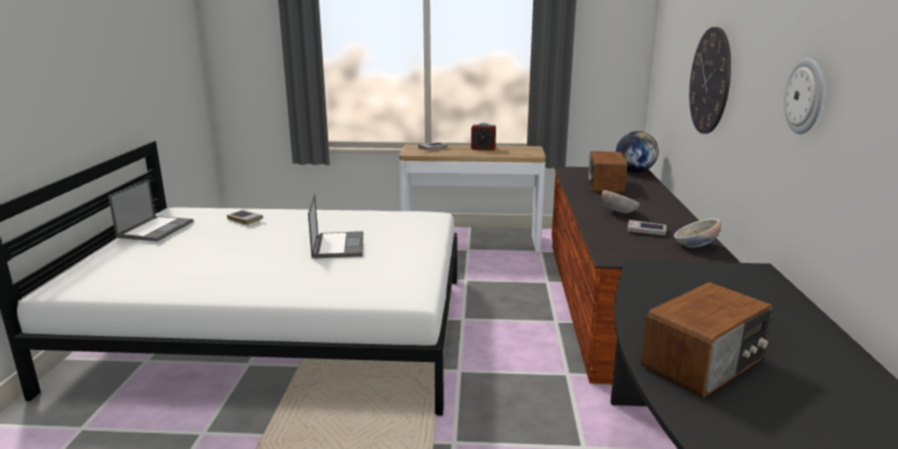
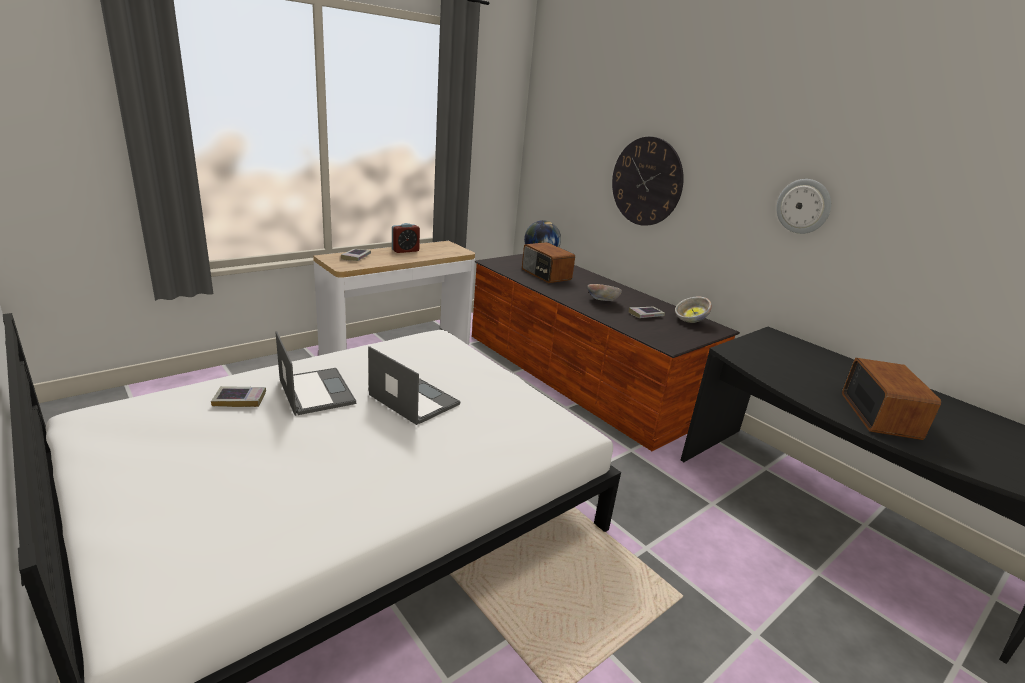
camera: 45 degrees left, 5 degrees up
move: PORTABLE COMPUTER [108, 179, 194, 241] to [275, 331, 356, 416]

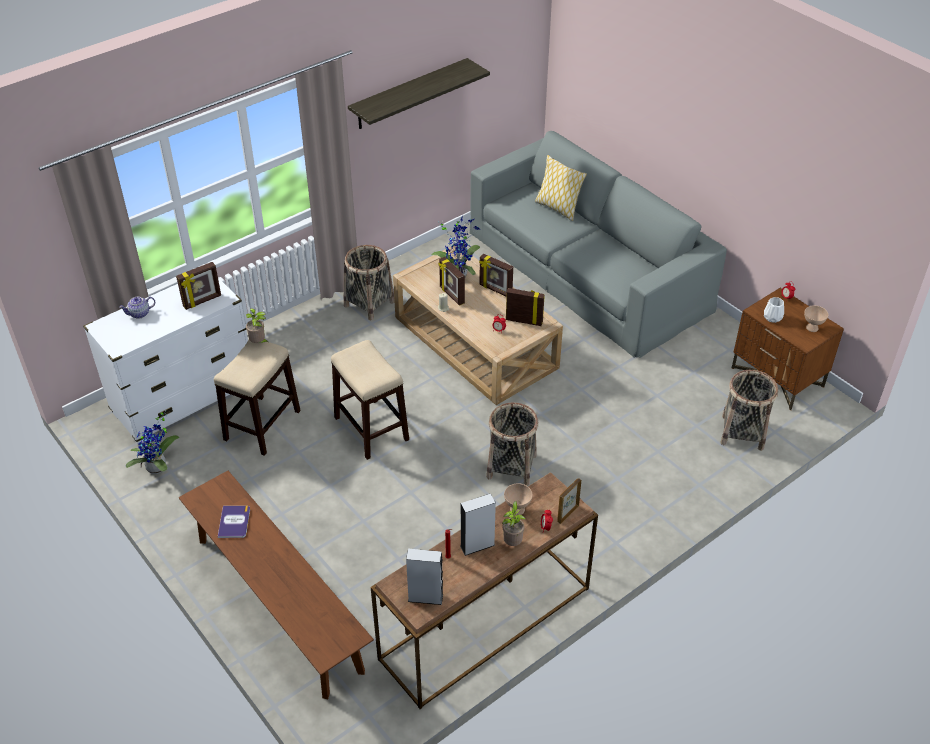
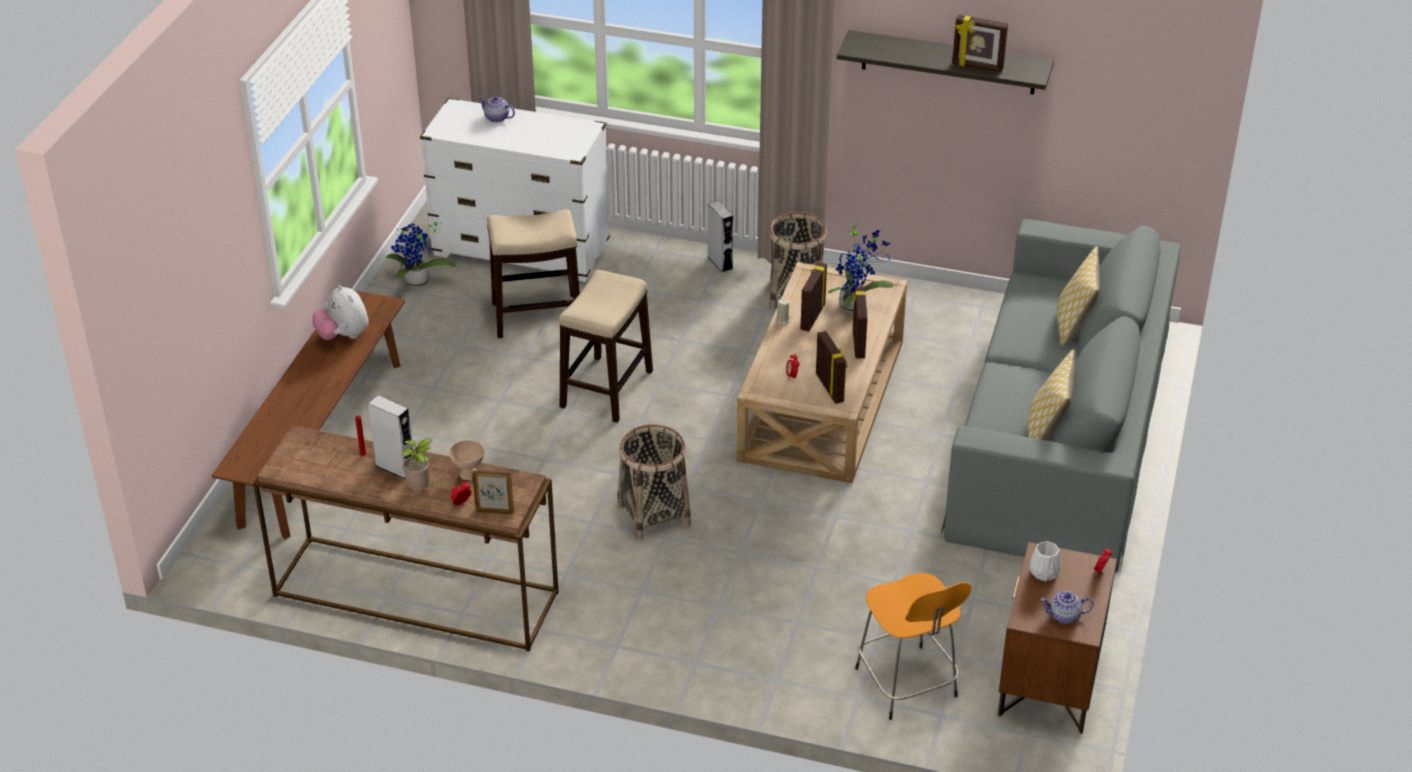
camera: 55 degrees right, 5 degrees down
delete: PLANT IN A POT [246, 308, 269, 343]
insert: PILLOW [1027, 350, 1075, 441]
move: PHOTO FRAME [176, 262, 221, 310] to [952, 15, 1008, 72]; GREY AUDIO SPEAKER [406, 549, 443, 605] to [707, 201, 733, 273]
replace: BEIGE DEEP DISH [804, 306, 828, 332] to TEA POT [1040, 591, 1094, 624]; STORAGE BASKET [720, 370, 778, 451] to ORANGE STOOL [855, 573, 972, 720]; BOOK [218, 506, 250, 538] to SOFT TOY [312, 285, 369, 340]

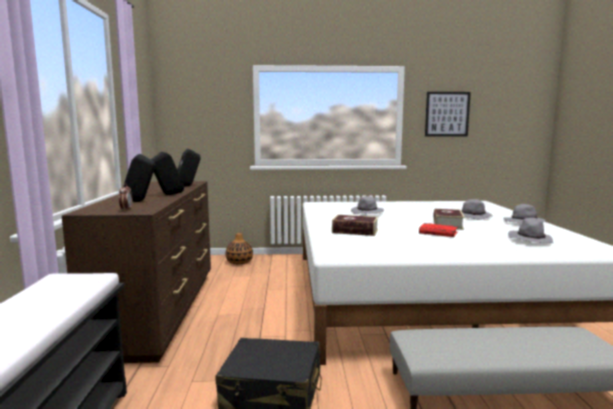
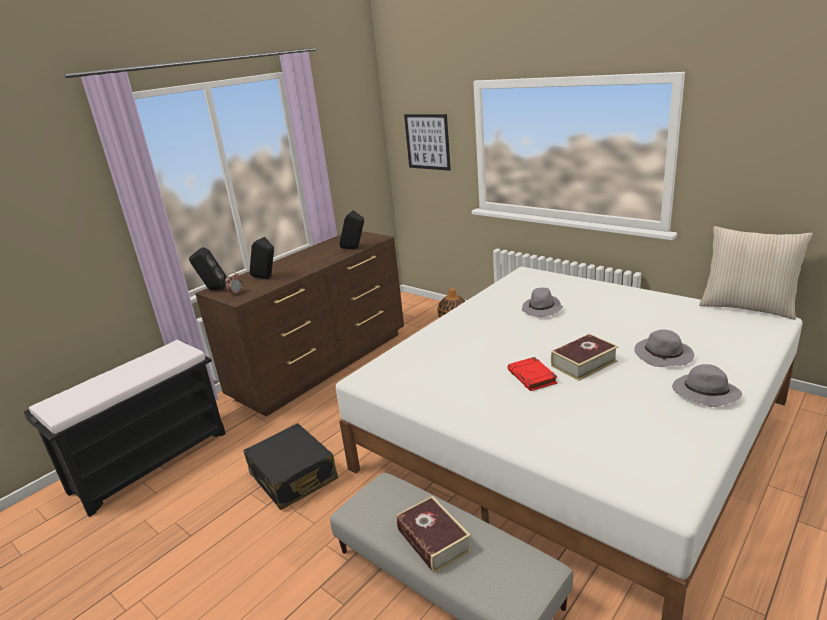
camera: 45 degrees right, 15 degrees up
delete: GREY CLOTHING HAT [508, 218, 553, 243]
insert: BEIGE PILLOW [699, 226, 813, 320]
move: PICTURE [425, 92, 471, 137] to [404, 114, 451, 171]; BLACK-COLOURED AUDIO SPEAKER [151, 152, 184, 195] to [189, 247, 227, 290]; BOOK [332, 215, 378, 236] to [396, 496, 472, 573]

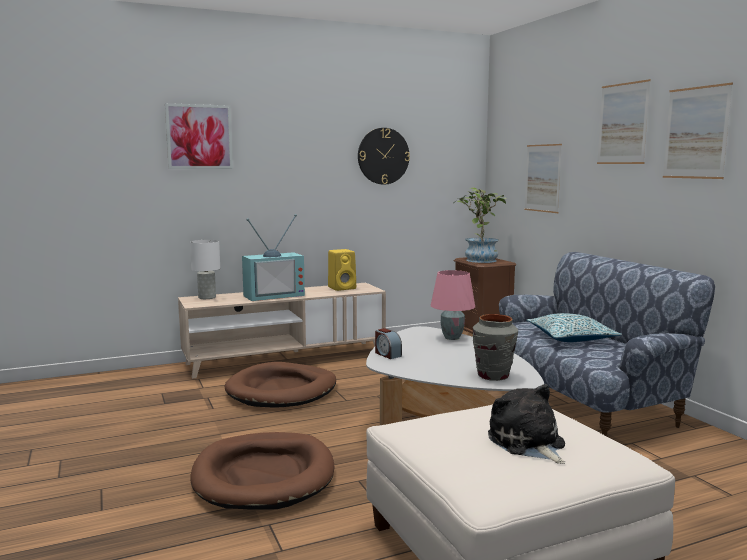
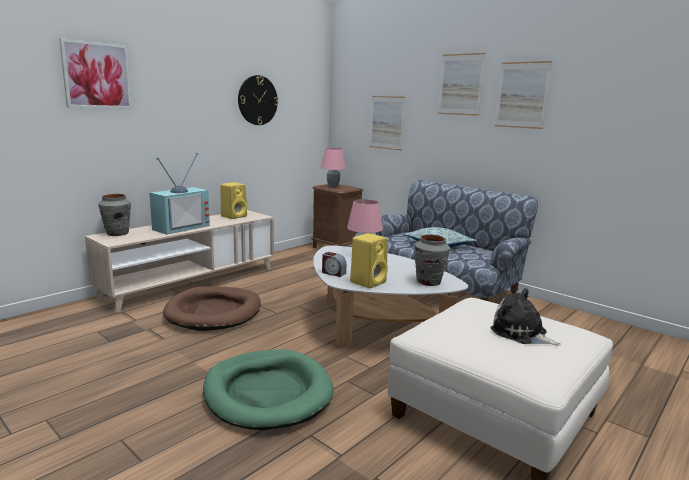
camera: 25 degrees left, 5 degrees up
insert: YELLOW AUDIO SPEAKER [350, 233, 388, 288]
replace: PLANT IN A POT [454, 187, 507, 263] to PINK TABLE LAMP [321, 148, 346, 187]; WHITISH TABLE LAMP [190, 240, 220, 299] to GREY DECORATIVE VASE [98, 194, 131, 236]
recolor: BROWNISH DOG CUSHION [190, 432, 334, 510] to GREENISH DOG CUSHION [203, 350, 334, 430]

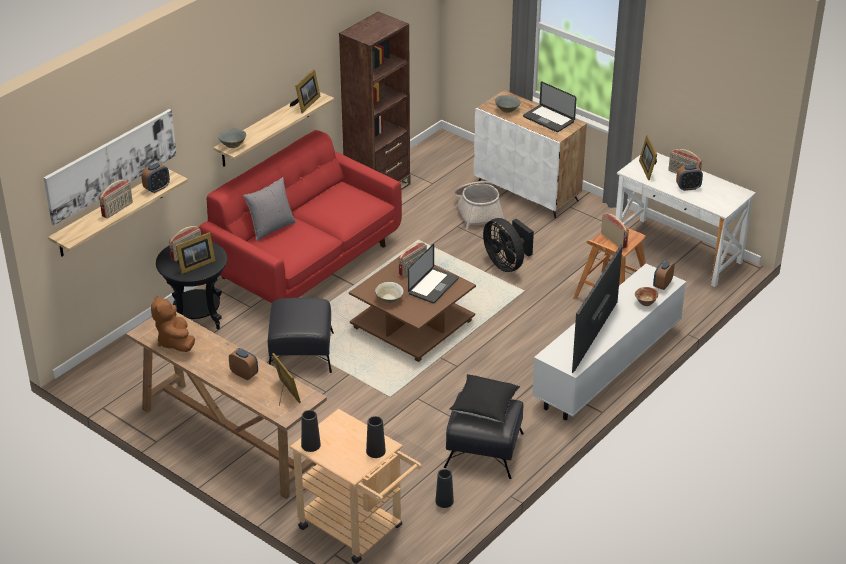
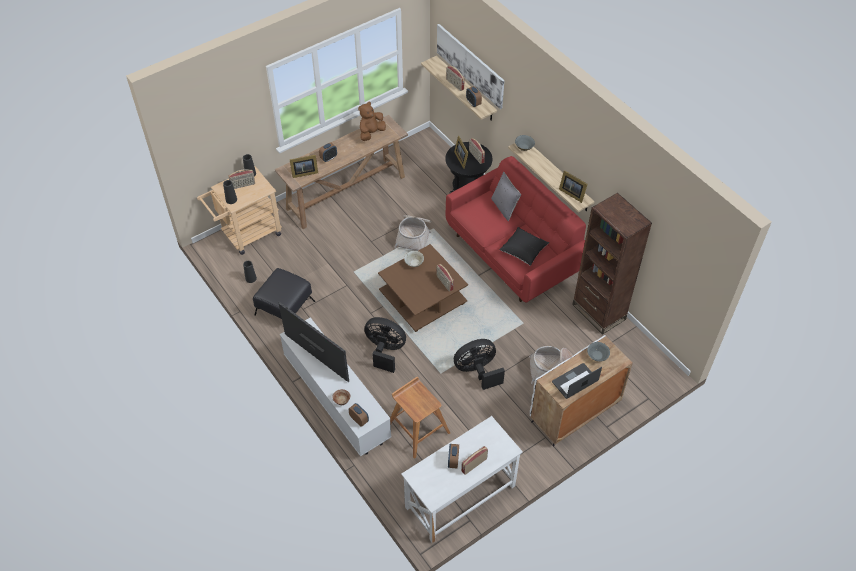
camera: 105 degrees right, 15 degrees up
delete: PHOTO FRAME [639, 135, 657, 180]; PORTABLE COMPUTER [408, 244, 459, 303]
insert: BLACK-COLOURED FAN [365, 317, 406, 373]
move: RADIO RECEIVER [601, 213, 629, 249] to [229, 169, 255, 189]; BLACK-COLOURED PILLOW [450, 374, 520, 422] to [499, 227, 549, 266]
replace: BLACK-COLOURED FOOTREST [268, 298, 334, 373] to STORAGE BASKET [394, 215, 431, 251]
rotate: BROWNISH SOFT TOY [151, 295, 195, 352] = [358, 102, 386, 141] 45 degrees counterclockwise

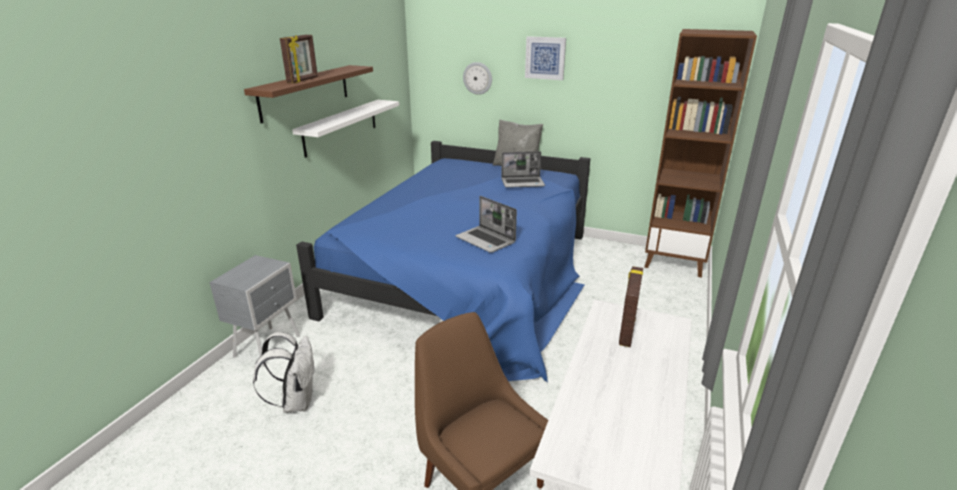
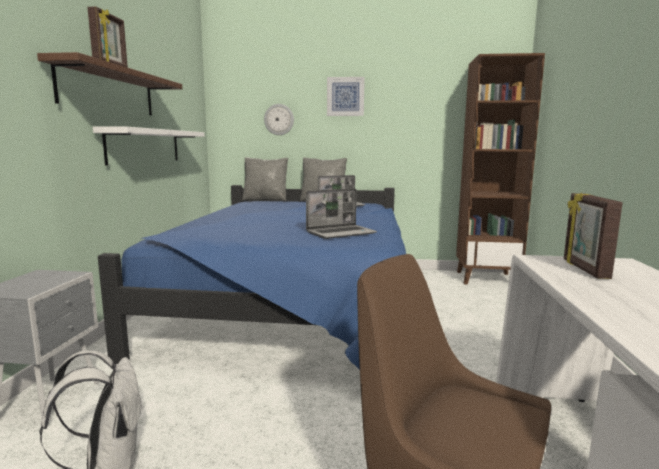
camera: 15 degrees left, 15 degrees down
insert: GREY PILLOW [241, 157, 288, 201]
rotate: PORTABLE COMPUTER [455, 196, 517, 253] = [306, 188, 377, 239] 60 degrees counterclockwise

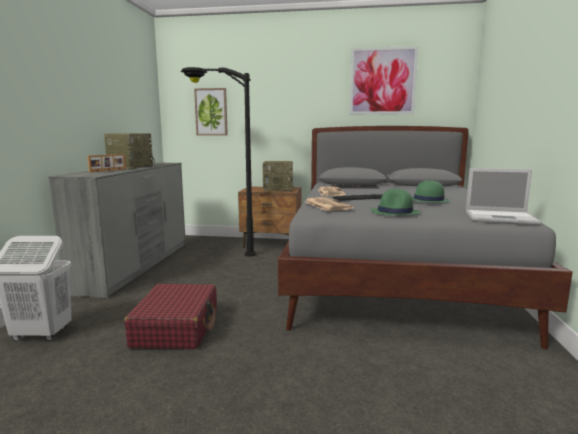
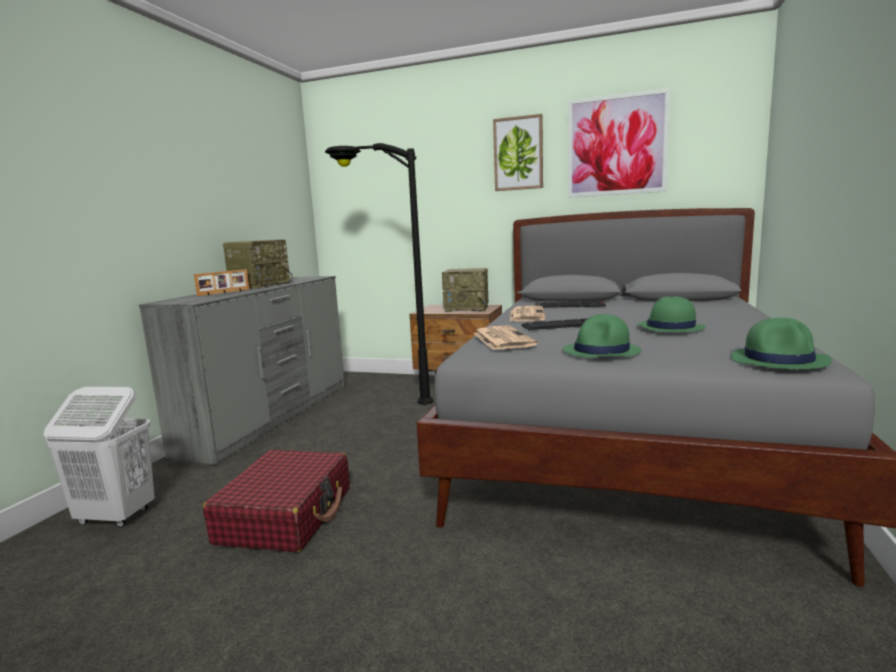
camera: 10 degrees right, 0 degrees up
move: PICTURE [194, 88, 228, 135] to [493, 114, 543, 191]
replace: PORTABLE COMPUTER [466, 168, 541, 224] to GREENISH CLOTHING HAT [731, 318, 832, 369]

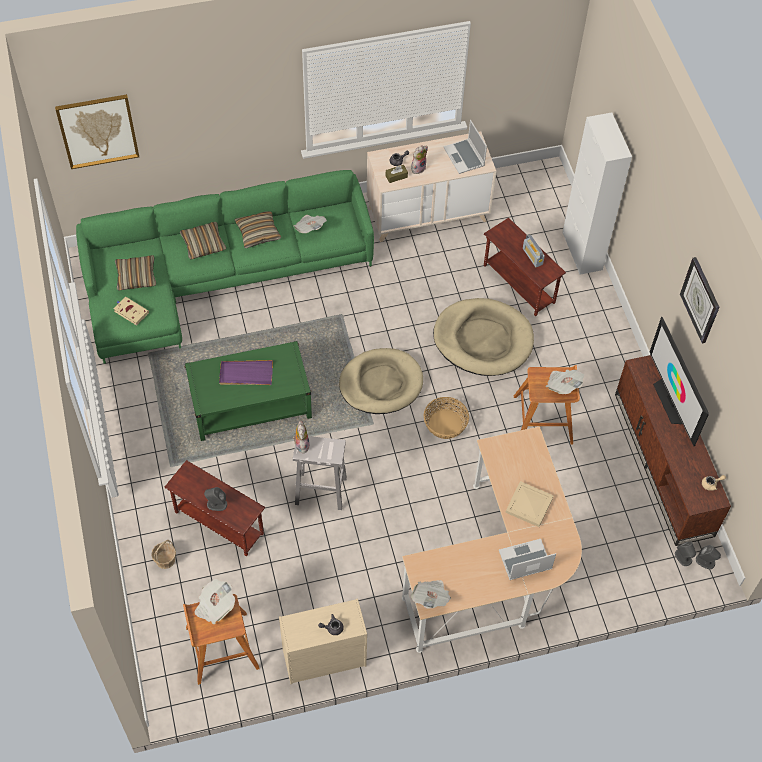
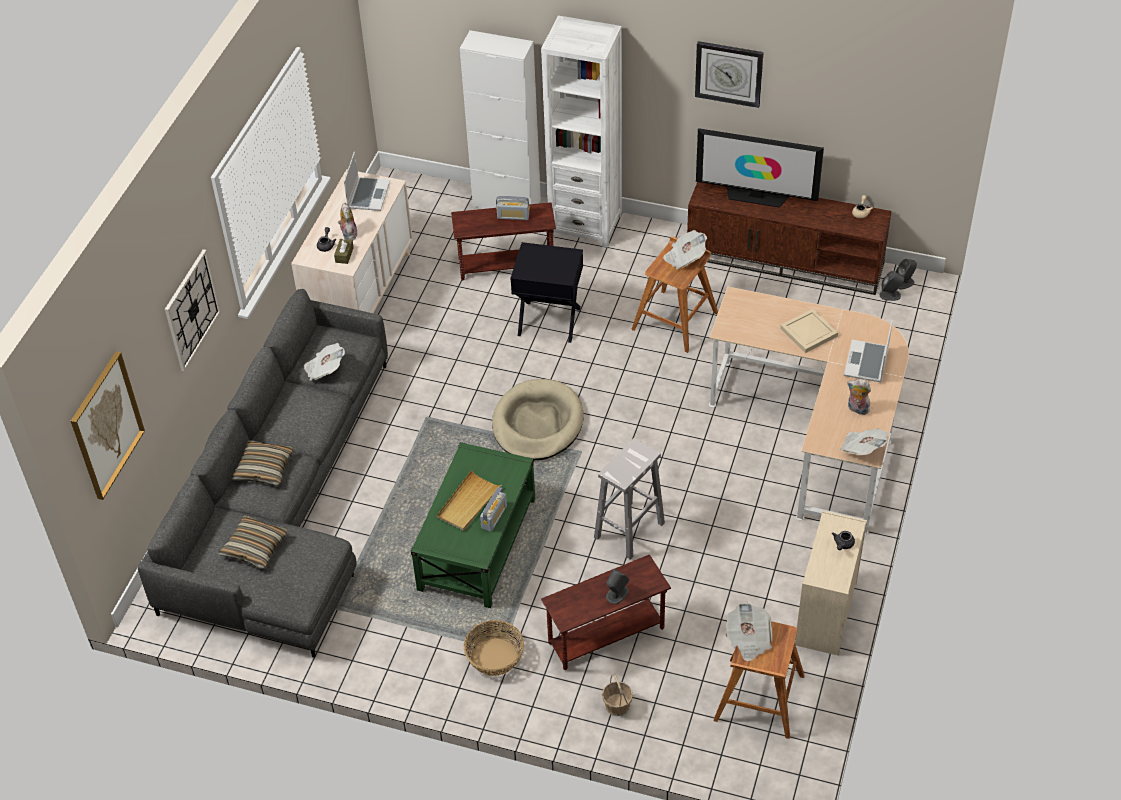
camera: 55 degrees left, 10 degrees down
delete: PILLOW [235, 211, 281, 248]; BEIGE BOOK [114, 297, 149, 326]
insert: WHITISH BOOKCASE [541, 16, 622, 248]; CLOCK ON THE WALL [165, 249, 221, 371]; RADIO RECEIVER [480, 487, 507, 532]
move: STORAGE BASKET [424, 397, 469, 439] to [464, 620, 524, 676]; SOFT TOY [293, 420, 310, 453] to [847, 379, 871, 415]
replace: BEIGE DOG CUSHION [433, 298, 534, 376] to BLACK-COLOURED ACCENT TABLE [510, 242, 583, 343]
recolor: GREENISH COUCH [76, 170, 374, 364] to GREY COUCH [138, 289, 388, 658]; PURPLE CARRYING TRAY [219, 360, 273, 385] to BEIGE CARRYING TRAY [437, 470, 502, 531]
rotate: PORTABLE COMPUTER [444, 120, 487, 174] = [344, 152, 390, 211] 90 degrees counterclockwise

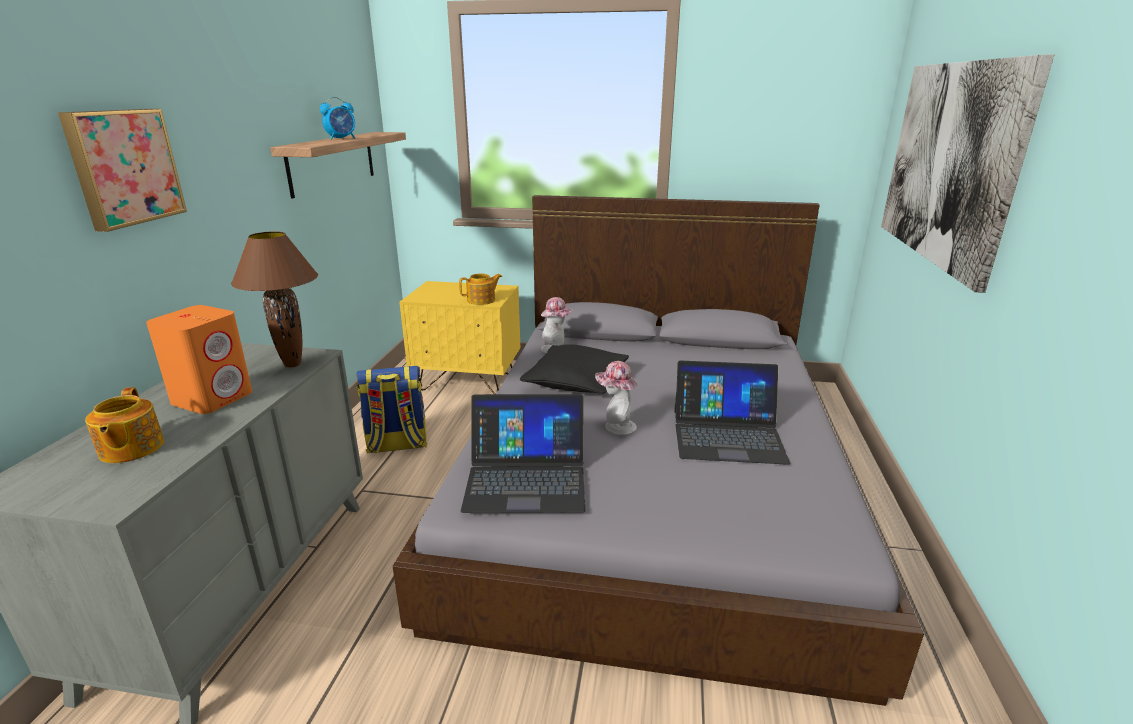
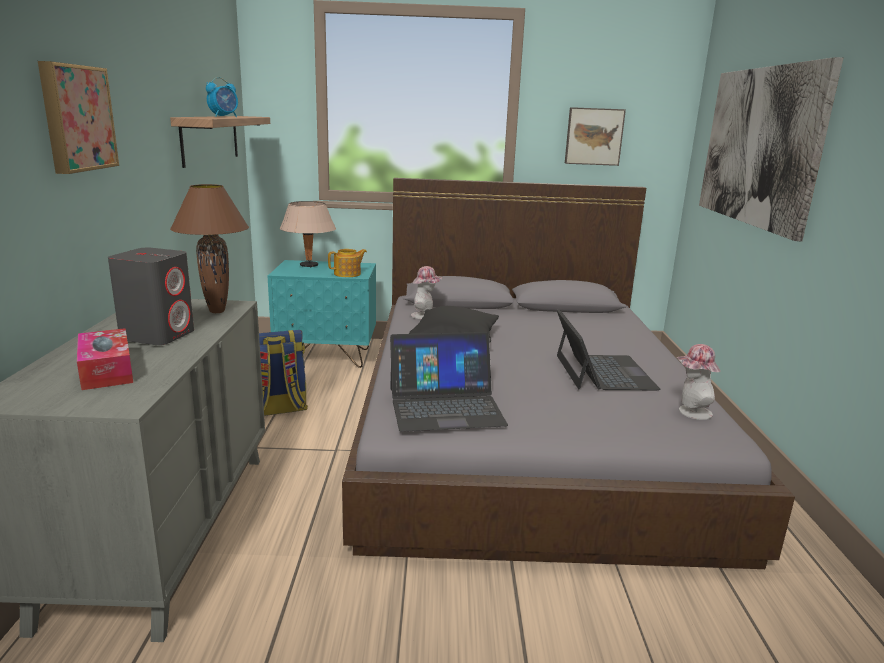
camera: 10 degrees left, 5 degrees down
insert: PICTURE [565, 107, 626, 166]; BEIGE TABLE LAMP [280, 201, 336, 267]
move: CLOTHING HAT [595, 361, 638, 435] to [676, 344, 720, 420]
replace: TEA POT [85, 387, 164, 463] to TISSUE HOLDER [77, 328, 133, 390]
recolor: YELLOW NIGHT TABLE [399, 281, 520, 394] to BLUE-GREEN NIGHT TABLE [268, 260, 376, 368]; ORANGE AUDIO SPEAKER [146, 305, 252, 414] to GREY AUDIO SPEAKER [108, 248, 194, 345]
rotate: PORTABLE COMPUTER [674, 361, 790, 465] = [556, 309, 660, 390] 90 degrees counterclockwise

